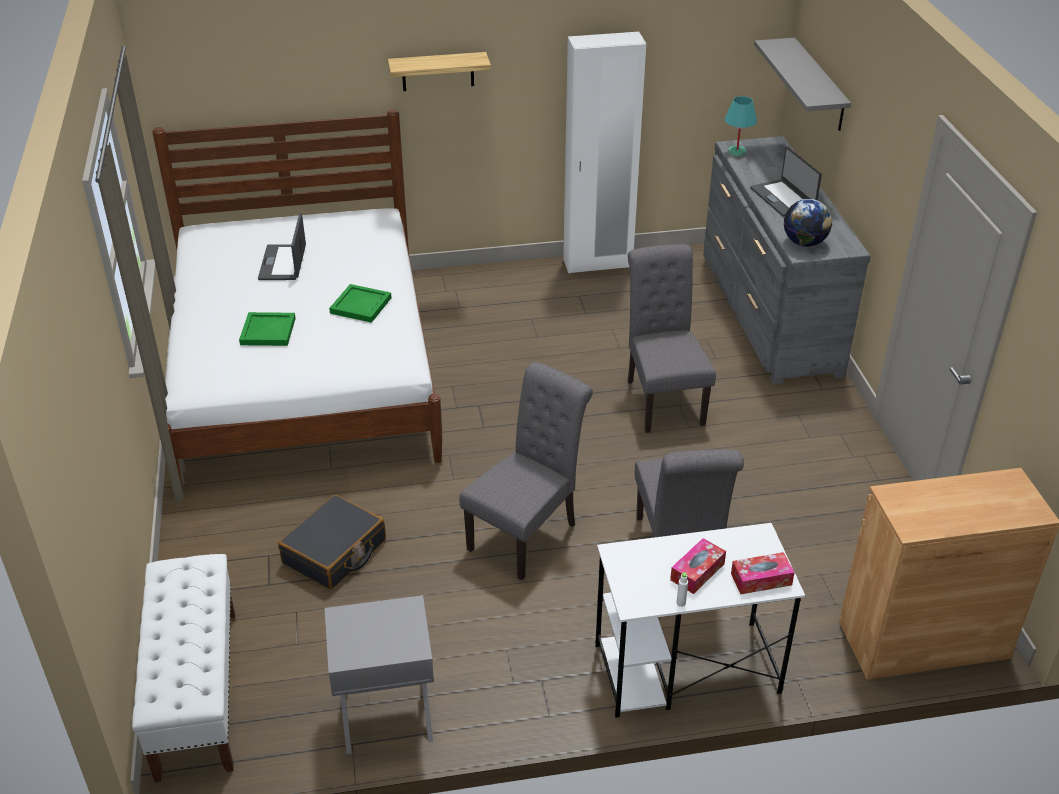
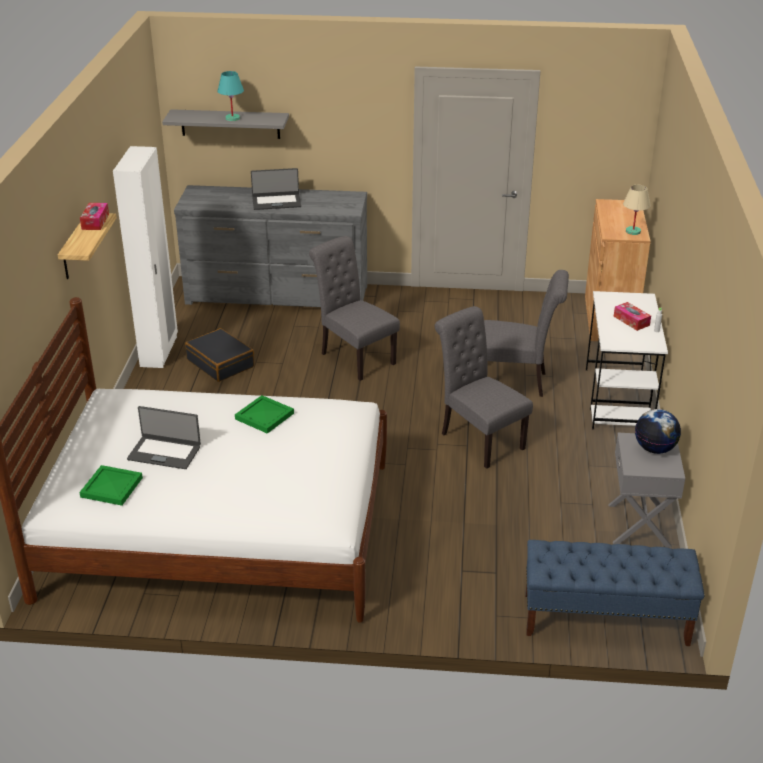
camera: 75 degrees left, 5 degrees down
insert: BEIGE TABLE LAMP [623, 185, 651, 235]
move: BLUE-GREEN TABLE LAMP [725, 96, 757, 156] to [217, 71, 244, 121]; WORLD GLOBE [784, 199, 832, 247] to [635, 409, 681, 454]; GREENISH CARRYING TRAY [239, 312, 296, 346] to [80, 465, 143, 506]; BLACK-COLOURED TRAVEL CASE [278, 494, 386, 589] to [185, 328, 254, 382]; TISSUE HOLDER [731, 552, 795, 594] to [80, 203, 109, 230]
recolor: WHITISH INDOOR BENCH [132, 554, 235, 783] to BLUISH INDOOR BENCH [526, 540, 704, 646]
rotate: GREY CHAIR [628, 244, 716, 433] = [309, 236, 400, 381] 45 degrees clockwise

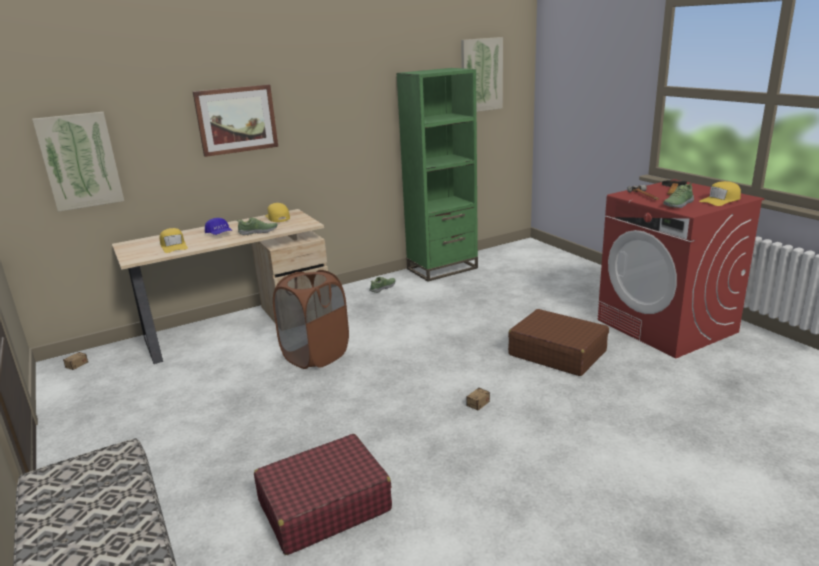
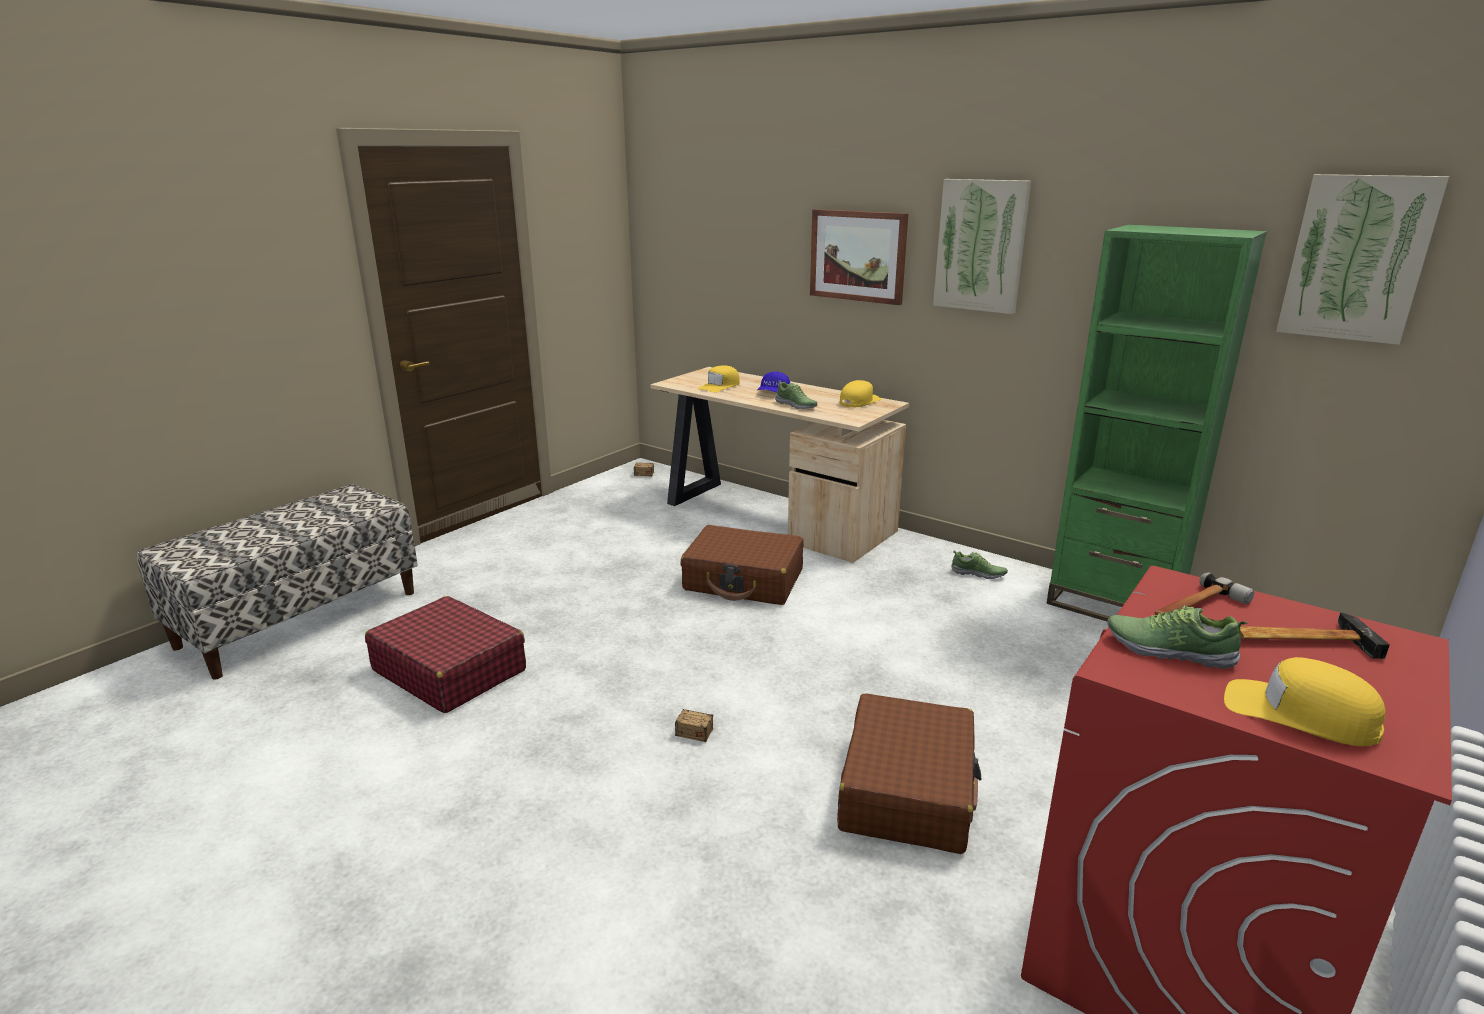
camera: 65 degrees right, 0 degrees up
move: PICTURE [32, 112, 124, 212] to [933, 179, 1031, 314]
replace: BROWNISH WASHING BASKET [273, 270, 349, 369] to BROWNISH TRAVEL CASE [681, 525, 804, 605]

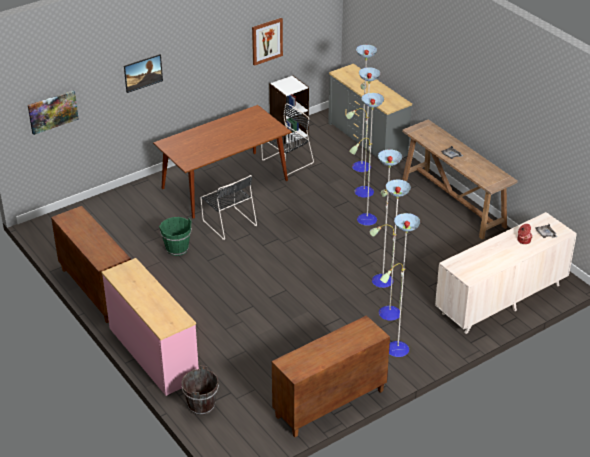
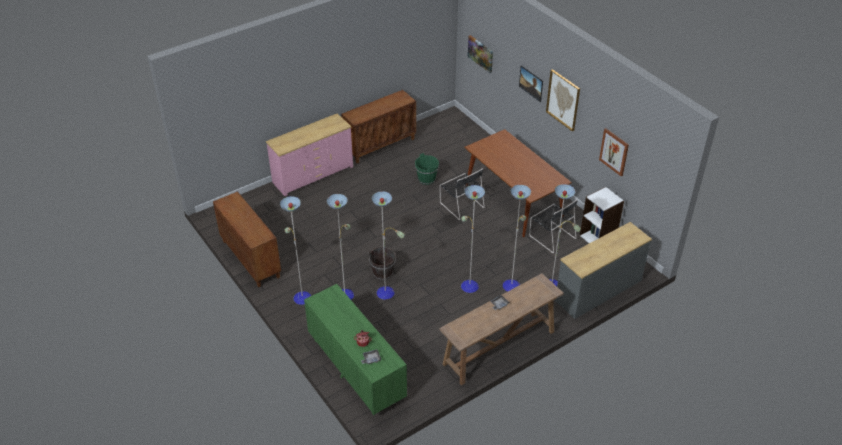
camera: 90 degrees right, 5 degrees up
insert: PICTURE [546, 69, 580, 131]
move: BROWNISH PAIL [181, 365, 219, 415] to [368, 247, 396, 280]
recolor: BEIGE DRESSER [435, 212, 577, 334] to GREENISH DRESSER [304, 284, 407, 415]
rotate: BLACK-COLOURED CHAIR [200, 175, 257, 240] = [440, 169, 485, 220] 90 degrees counterclockwise

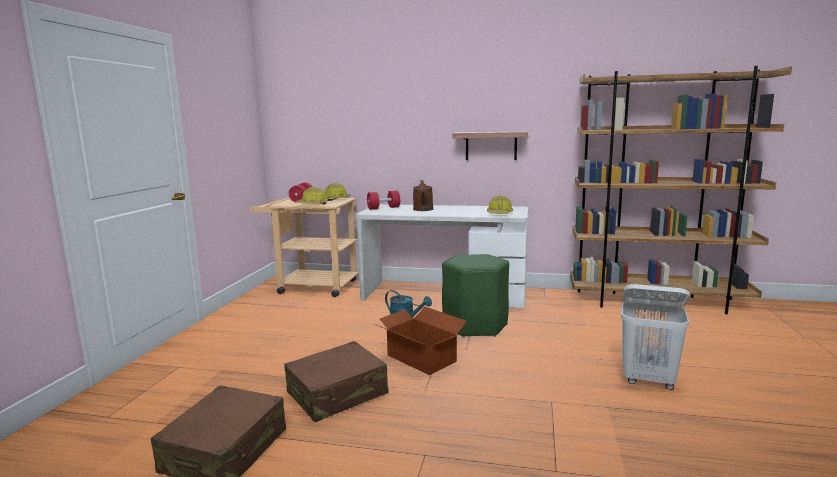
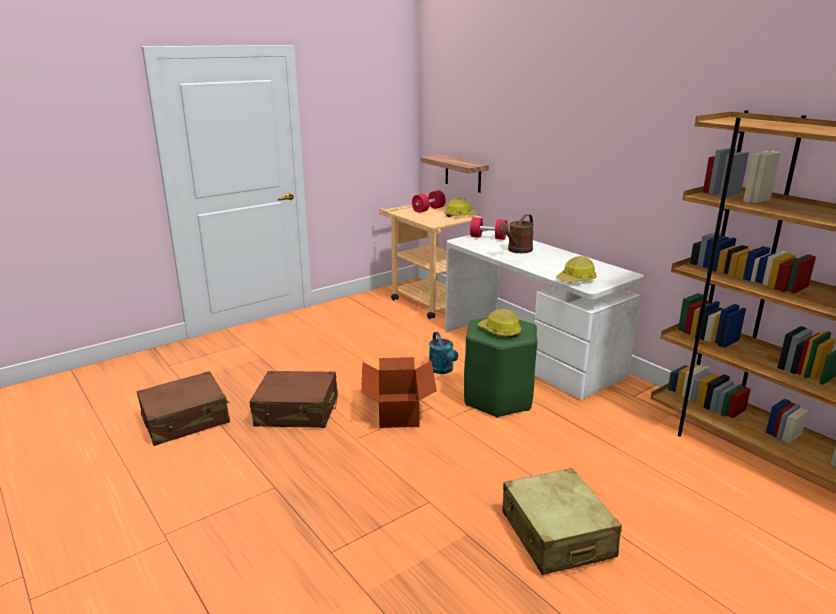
camera: 40 degrees right, 10 degrees up
move: SHELF [452, 131, 528, 160] to [421, 155, 489, 193]; HARD HAT [296, 187, 328, 205] to [478, 309, 522, 338]
replace: WHITISH WASHING BASKET [621, 284, 690, 390] to BEIGE TRAVEL CASE [503, 468, 622, 575]

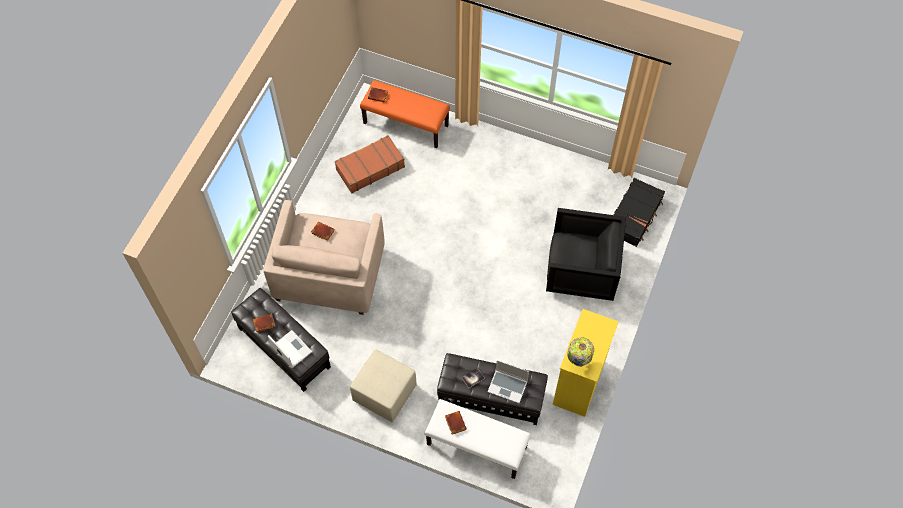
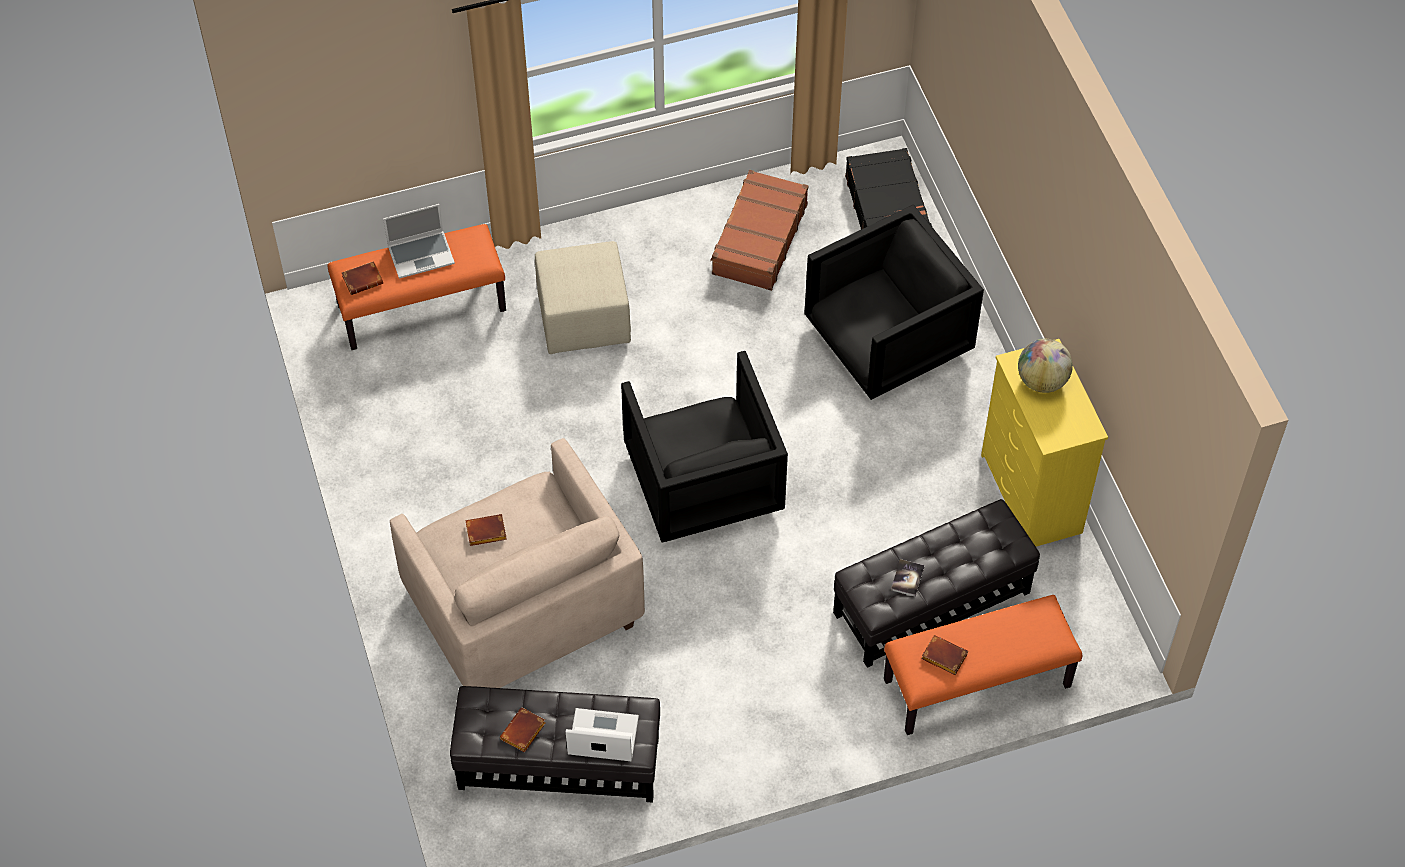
camera: 40 degrees left, 5 degrees down
delete: TABLE LAMP [567, 337, 594, 367]
insert: WORLD GLOBE [1018, 339, 1073, 393]; BLACK-COLOURED ARMCHAIR [621, 351, 788, 543]
move: BROWNISH TRAVEL CASE [335, 135, 405, 193] to [710, 170, 808, 291]; BEIGE FOOTREST [350, 349, 417, 422] to [535, 241, 631, 354]; PORTABLE COMPUTER [487, 360, 529, 403] to [383, 204, 455, 279]
recolor: WHITISH INDOOR BENCH [425, 399, 531, 479] to ORANGE INDOOR BENCH [884, 595, 1082, 735]

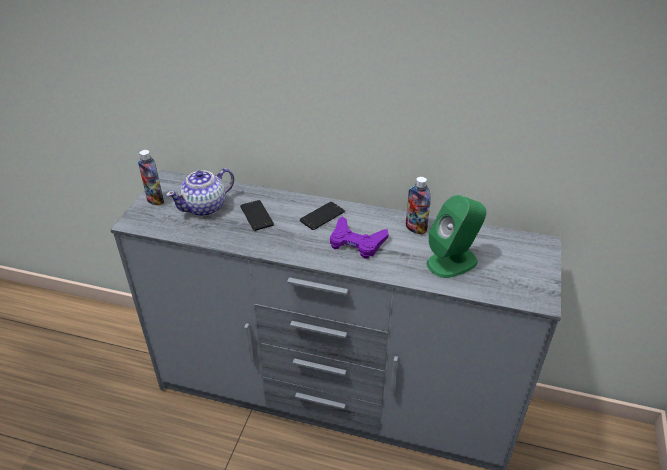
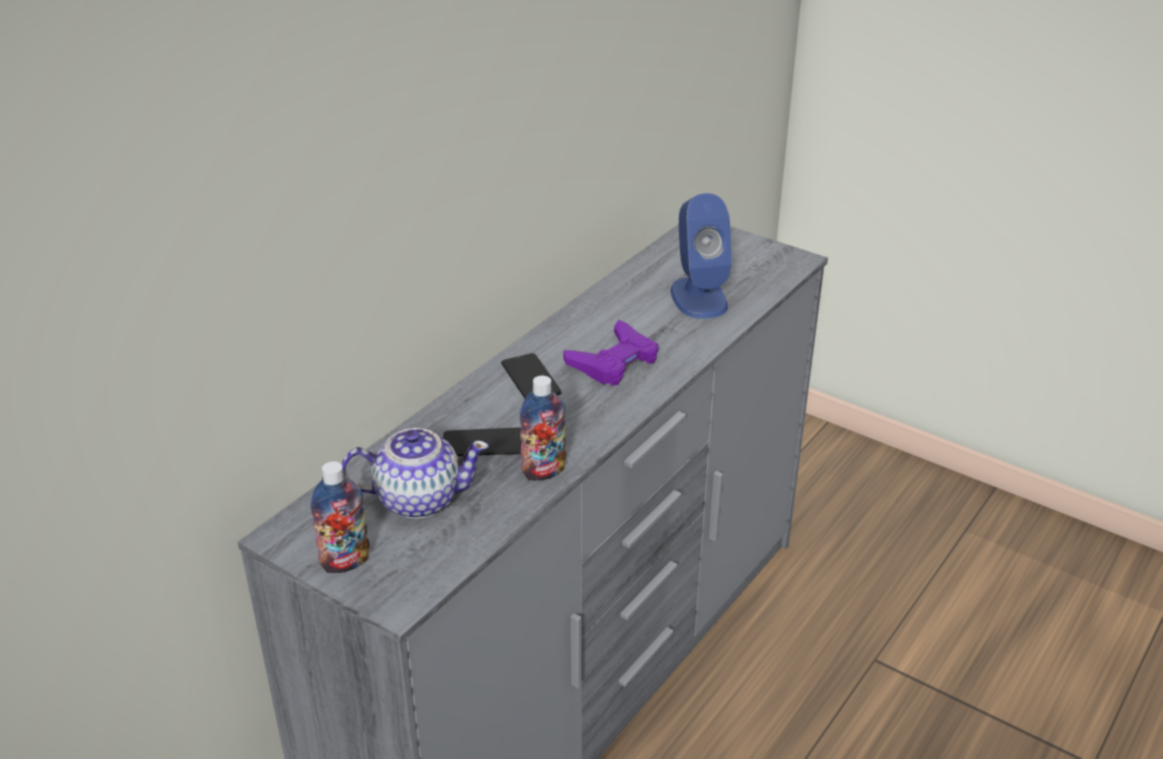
camera: 70 degrees left, 5 degrees down
move: BEVERAGE BOTTLE [406, 177, 431, 235] to [520, 376, 566, 481]
recolor: GREENISH AUDIO SPEAKER [427, 195, 486, 278] to BLUISH AUDIO SPEAKER [670, 193, 732, 319]
rotate: TEA POT [166, 168, 234, 216] = [342, 428, 489, 519] 75 degrees counterclockwise

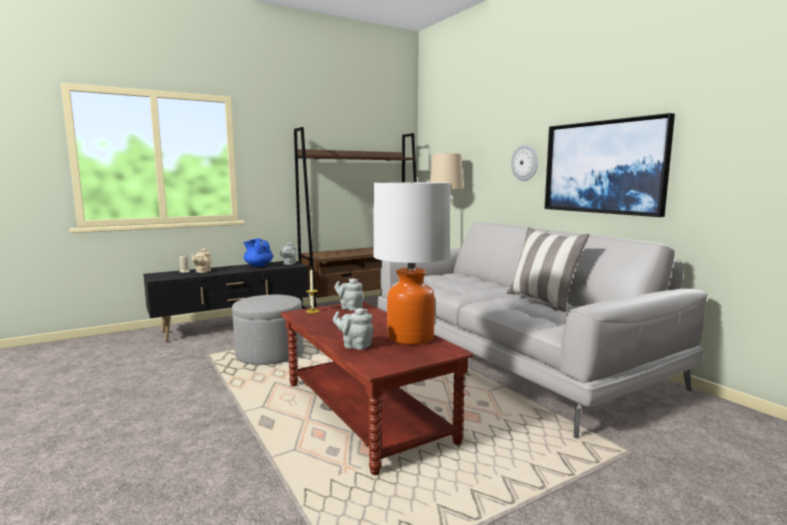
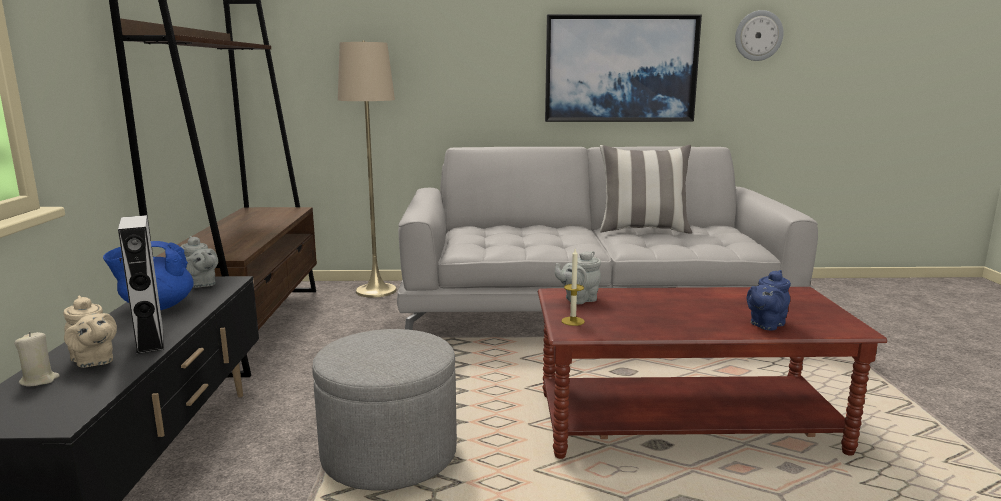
camera: 60 degrees left, 5 degrees up
delete: TABLE LAMP [373, 182, 451, 345]
insert: GREY AUDIO SPEAKER [118, 215, 164, 354]
move: CLOCK ON THE WALL [511, 145, 538, 181] to [735, 10, 784, 61]
recolor: GREY TEA POT [333, 308, 374, 350] to BLUISH TEA POT [747, 270, 791, 330]

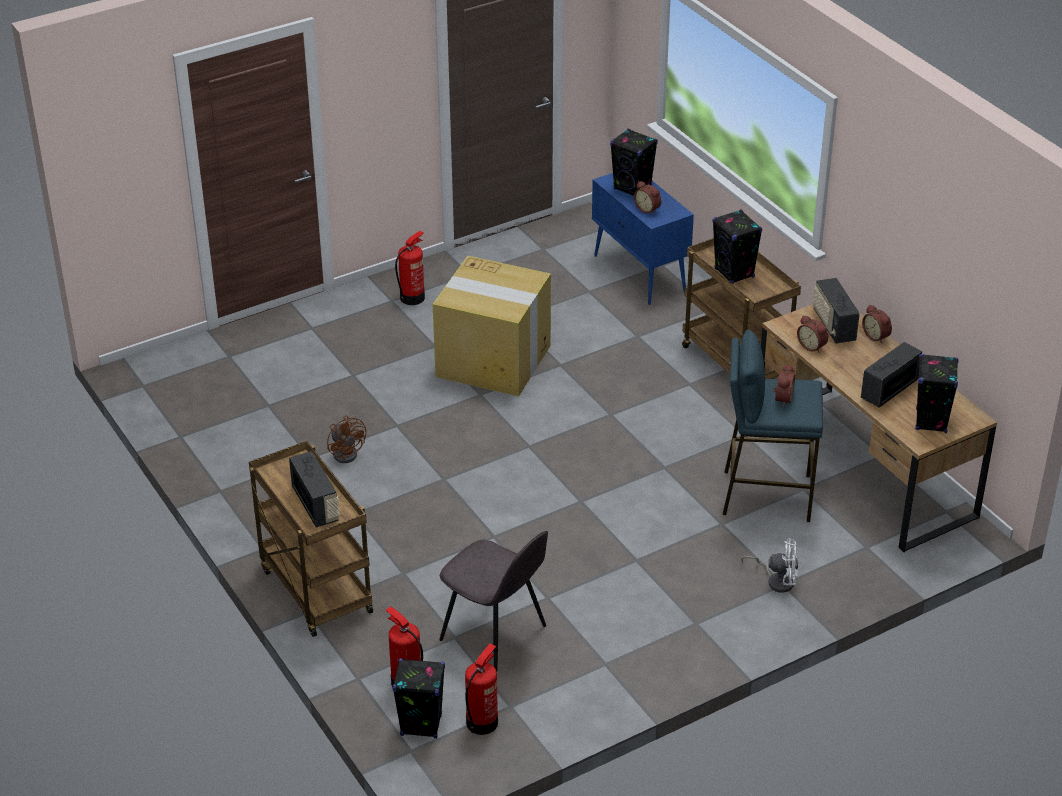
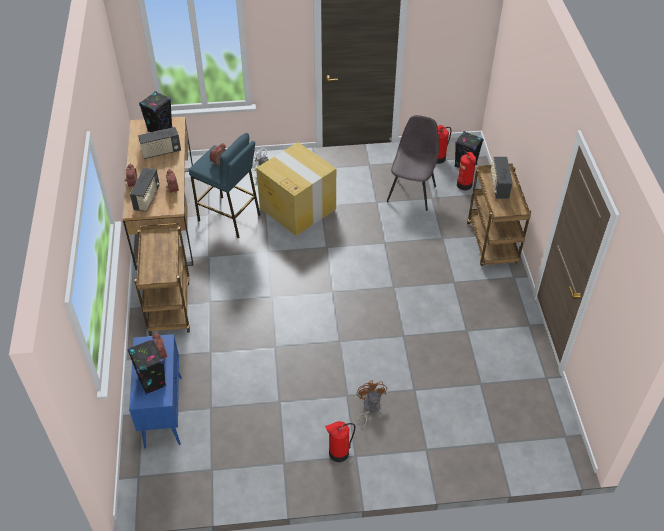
camera: 155 degrees left, 10 degrees up
delete: BLACK-COLOURED AUDIO SPEAKER [712, 210, 762, 284]
move: CARDBOARD BOX [433, 256, 551, 396] to [256, 142, 336, 236]; BROWNISH FAN [327, 415, 366, 463] to [357, 380, 387, 430]
rotate: GREY CHAIR [439, 531, 548, 672] = [386, 115, 439, 211] 45 degrees clockwise

